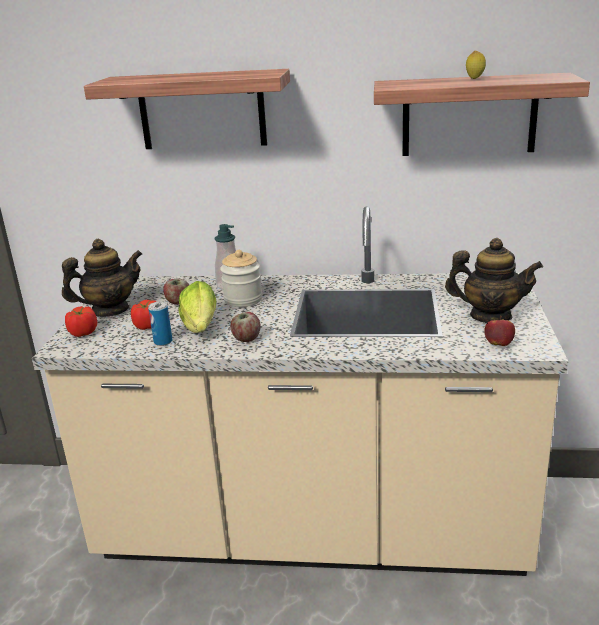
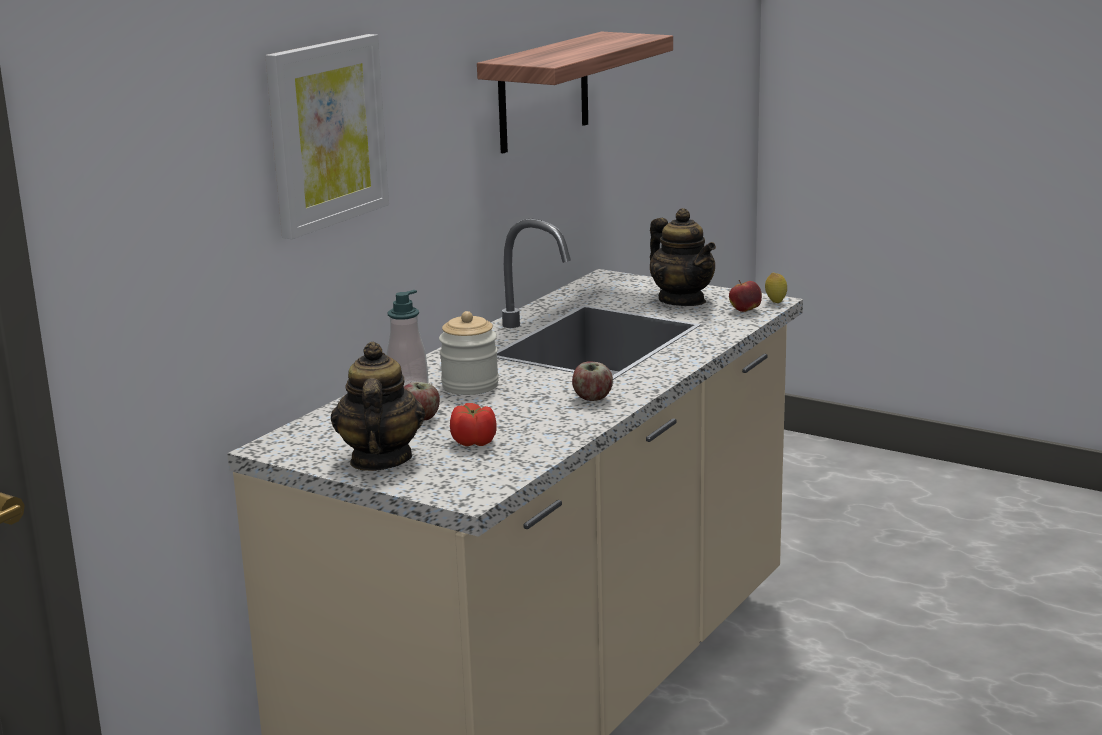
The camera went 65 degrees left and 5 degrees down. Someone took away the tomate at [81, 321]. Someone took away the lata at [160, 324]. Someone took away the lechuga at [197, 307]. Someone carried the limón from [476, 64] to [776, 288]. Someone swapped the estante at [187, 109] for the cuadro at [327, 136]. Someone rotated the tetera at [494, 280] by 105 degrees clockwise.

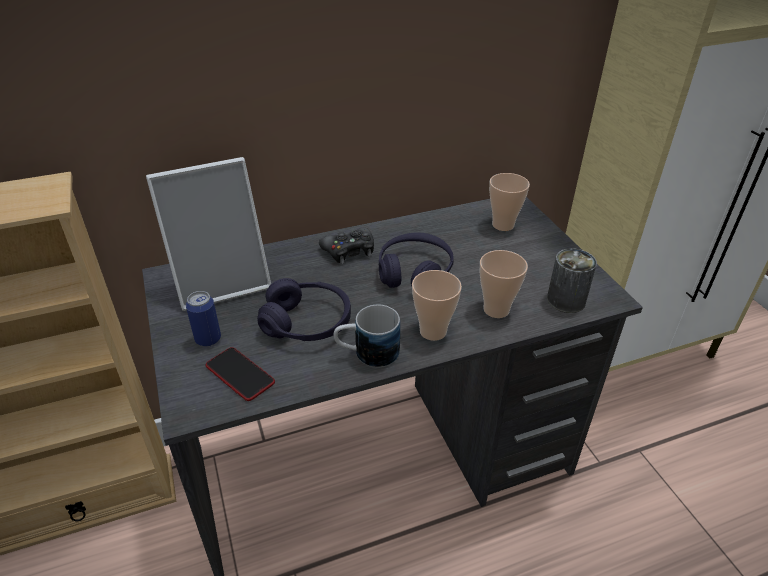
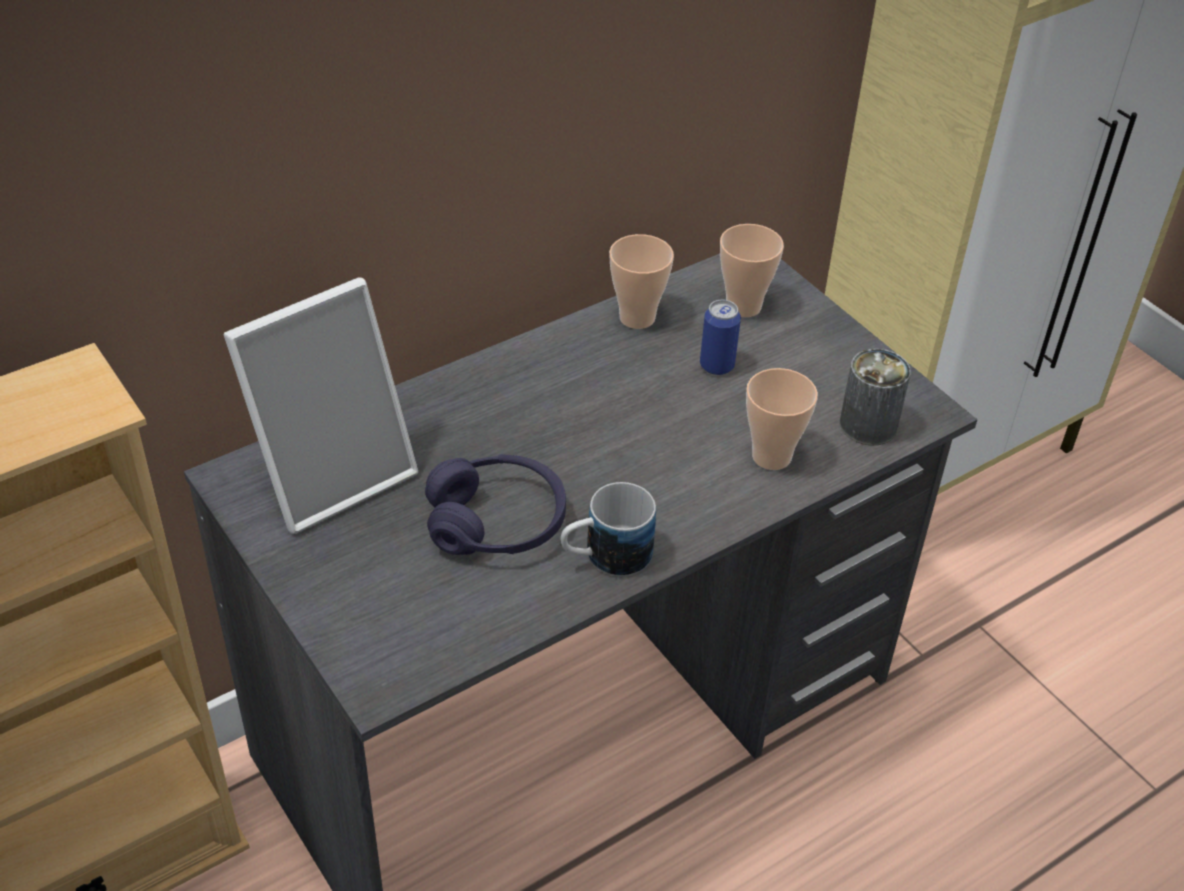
The camera went 15 degrees left and 5 degrees up. Someone took away the móvil at [240, 374]. Someone took away the mando de consola [negro] at [346, 246]. Someone took away the auriculares [morado] at [416, 260]. Someone carried the lata from [203, 319] to [720, 337]. Someone carried the taza from [437, 305] to [641, 281].

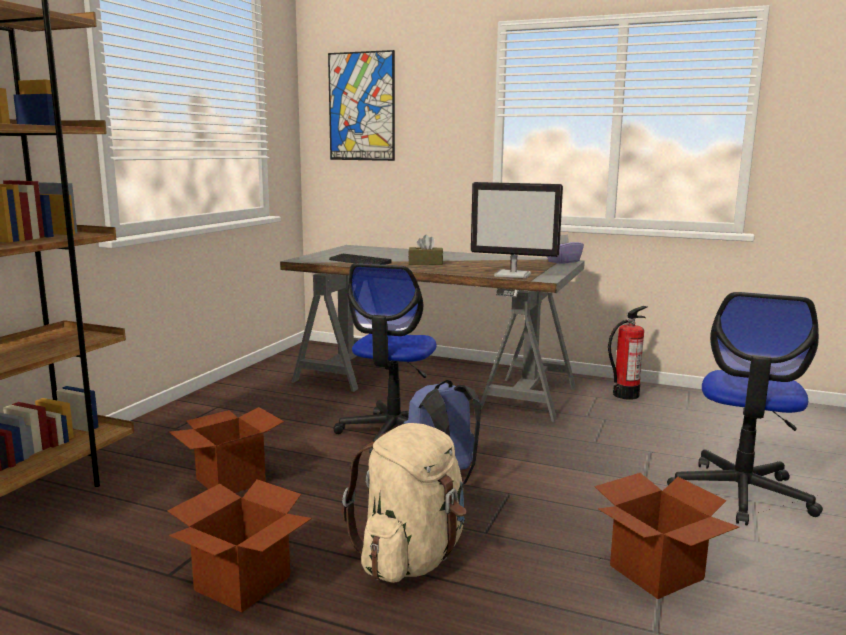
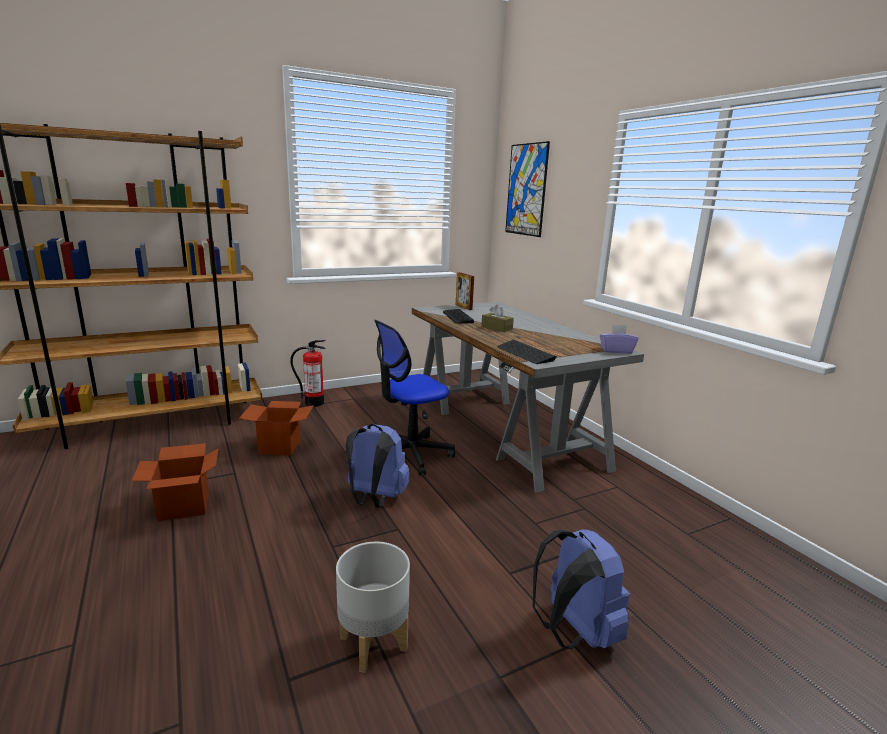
The camera went 40 degrees right and 5 degrees up. Someone took away the mochila [beis] at [404, 503]. Someone put down the portarretratos at [465, 291]. Someone carried the extintor from [627, 353] to [308, 373]. Someone swapped the monitor at [517, 230] for the teclado at [526, 351]. Someone swapped the caja de cartón at [666, 536] for the maceta [gris] at [373, 607]. Someone swapped the silla de oficina at [745, 408] for the mochila [azul] at [581, 589].

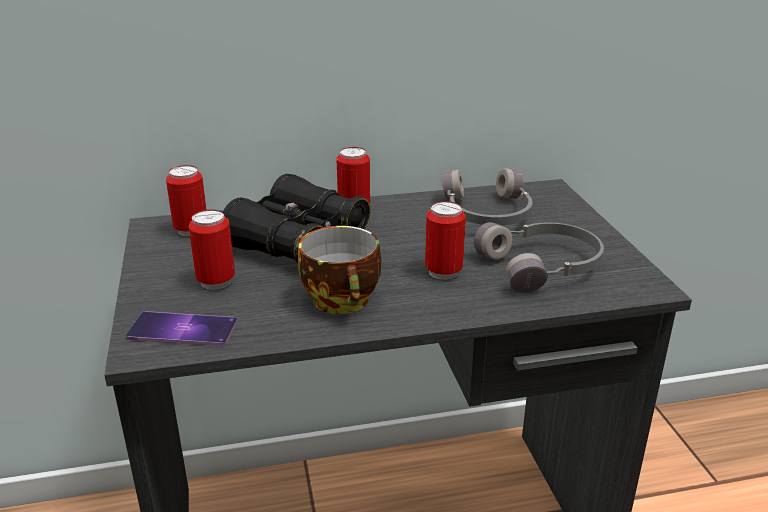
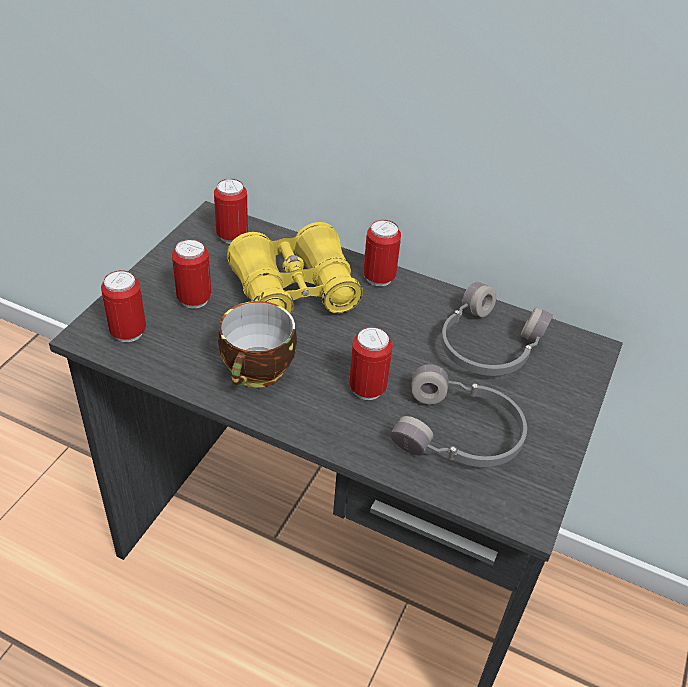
The camera went 35 degrees right and 15 degrees up. Someone swapped the móvil at [182, 328] for the lata at [123, 306]. Someone repainted the prismáticos [negro] at [297, 219], which became the prismáticos [amarillo] at [295, 268].

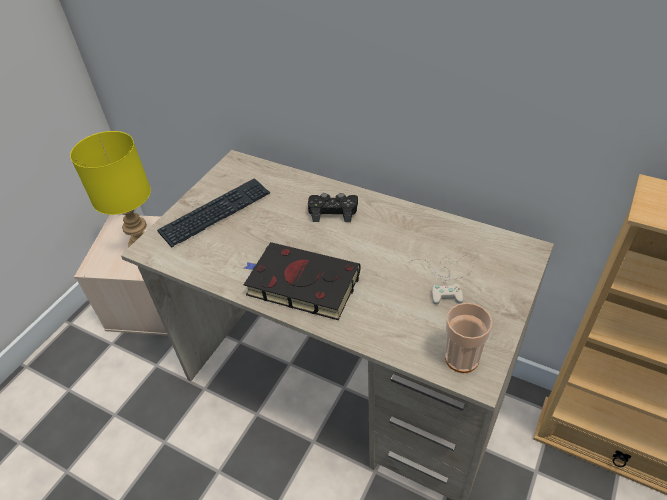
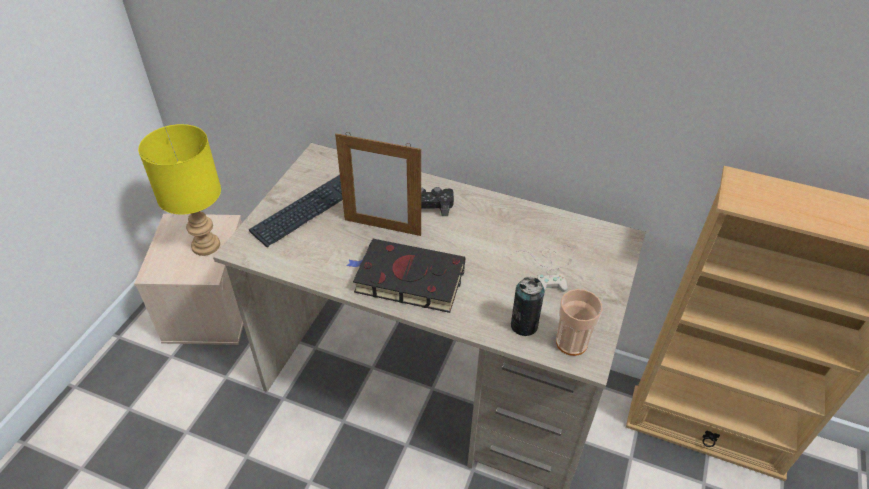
The camera went 10 degrees left and 0 degrees up. Someone put down the portarretratos at [378, 184]. Someone put down the lata at [528, 306].

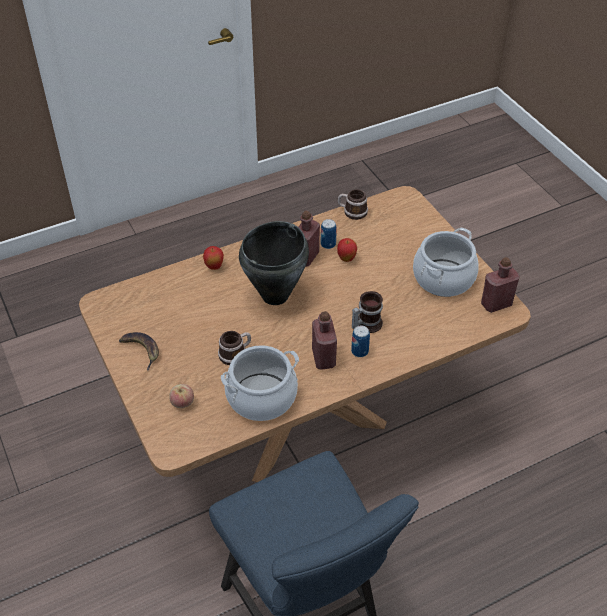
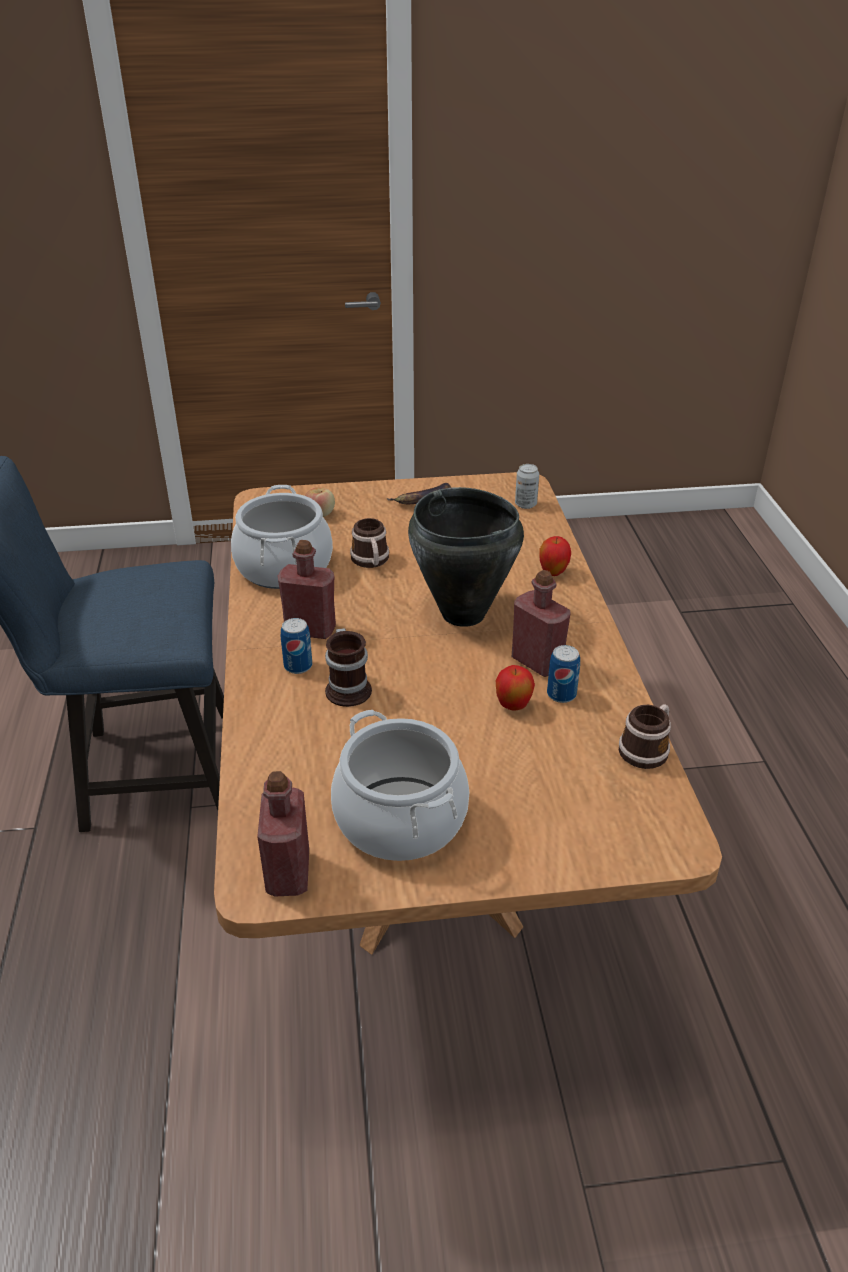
The camera went 110 degrees right and 10 degrees down. Someone put down the lata at [527, 486].

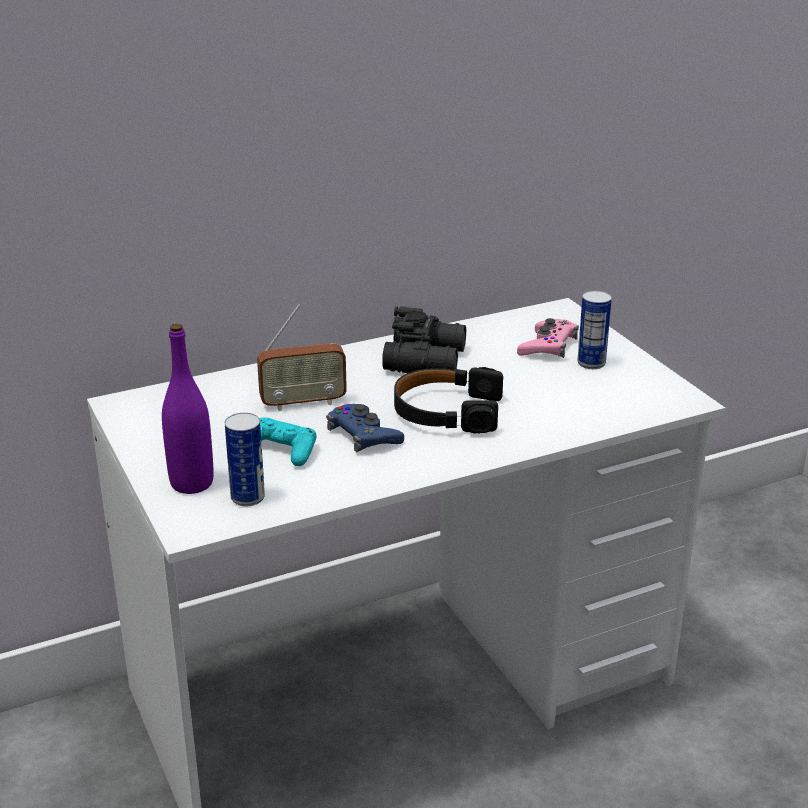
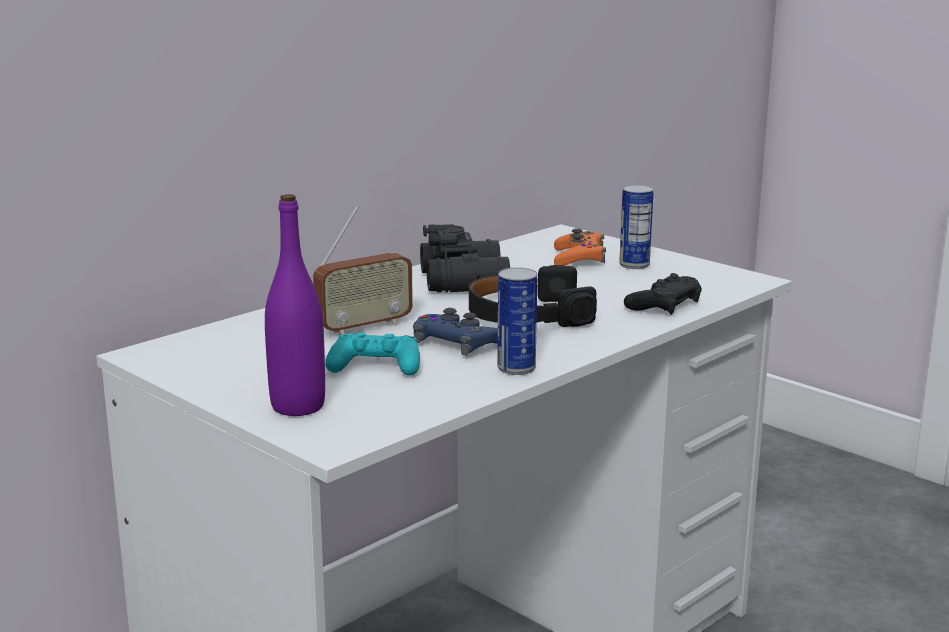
The camera went 20 degrees left and 10 degrees down. Someone put down the mando de consola [negro] at [663, 294]. Someone carried the lata from [245, 459] to [517, 321]. Someone repainted the mando de consola [rosa] at [548, 338], which became the mando de consola [naranja] at [580, 247].

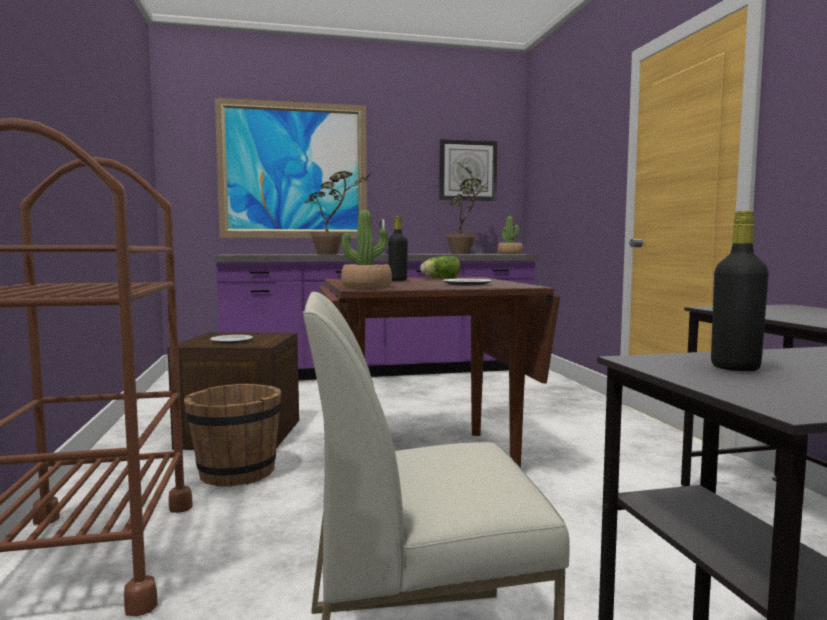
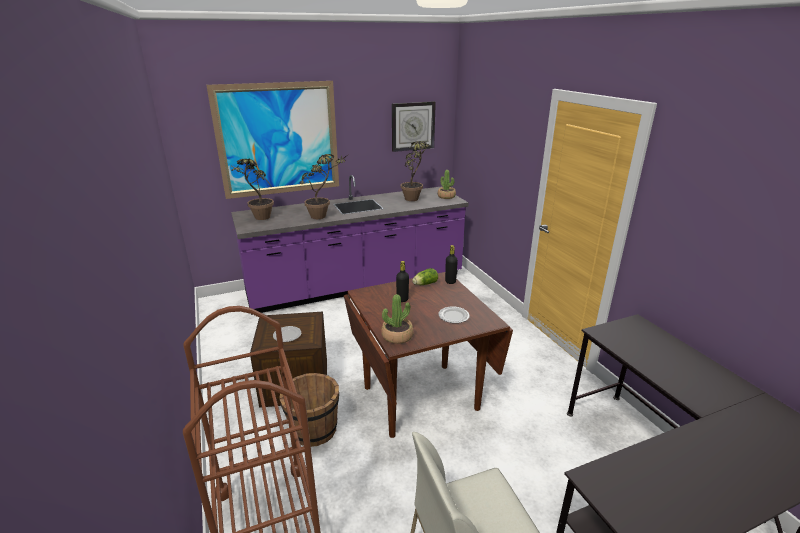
The camera went 10 degrees left and 20 degrees up. Someone put down the planta en maceta at [252, 189]. Someone carried the botella [negro] from [740, 291] to [451, 264].

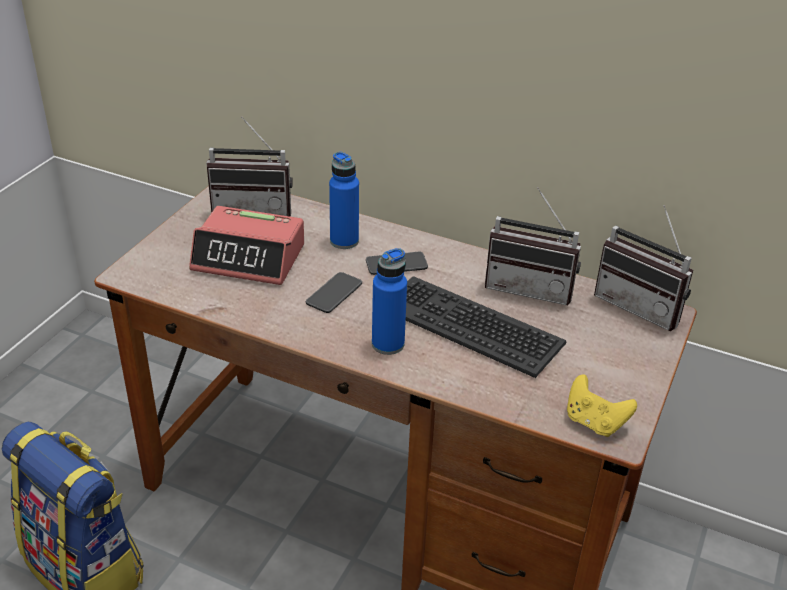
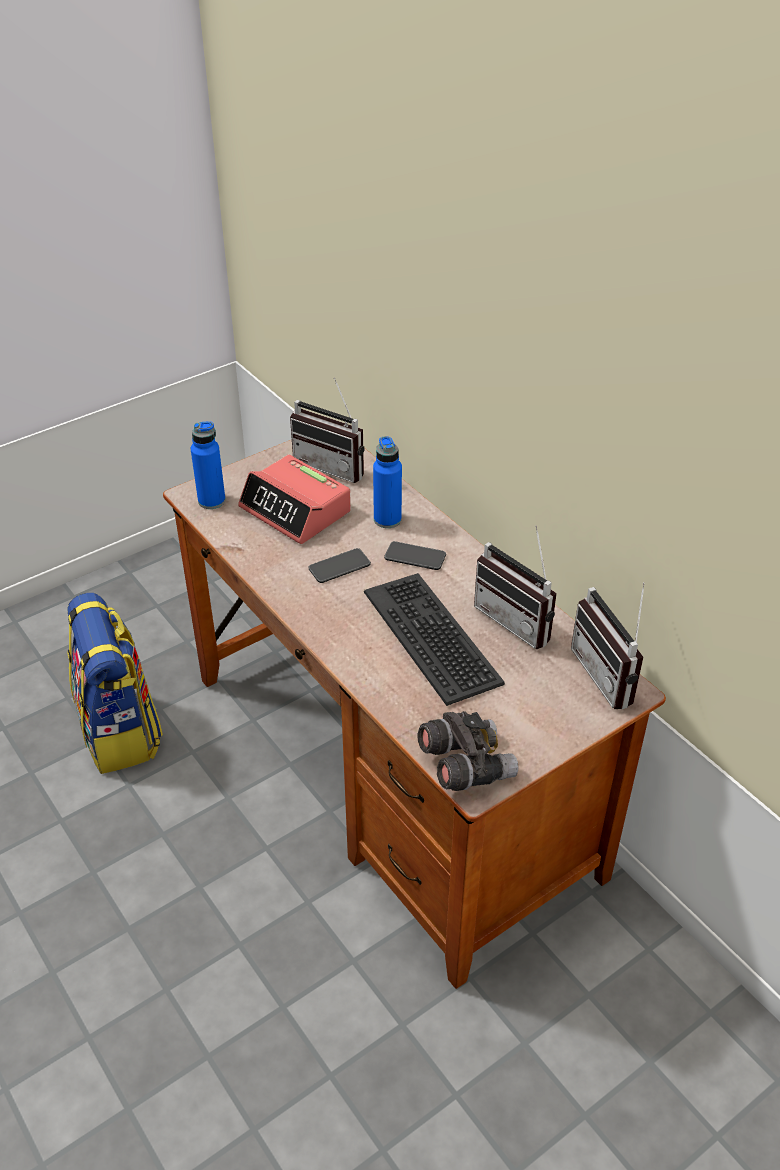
The camera went 30 degrees right and 5 degrees up. Someone carried the botella [azul] from [389, 301] to [208, 465]. Someone swapped the mando de consola [amarillo] at [602, 405] for the prismáticos [gris] at [468, 751].

